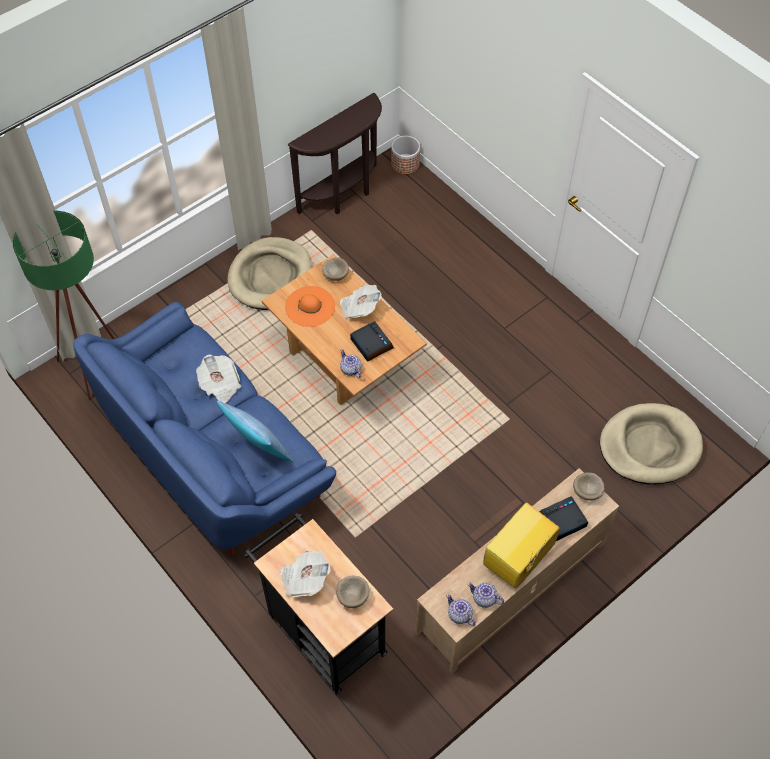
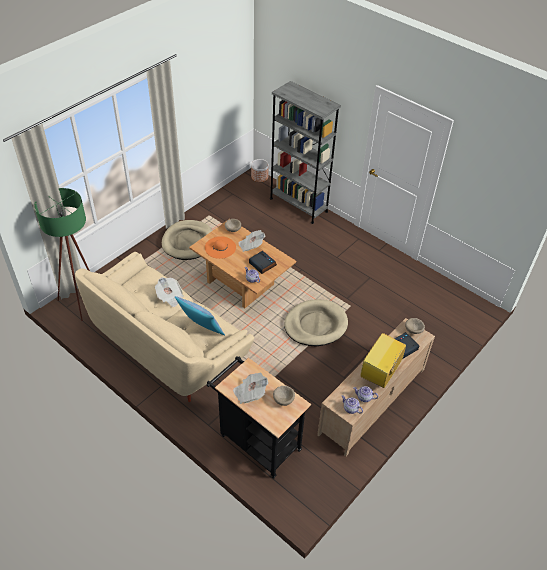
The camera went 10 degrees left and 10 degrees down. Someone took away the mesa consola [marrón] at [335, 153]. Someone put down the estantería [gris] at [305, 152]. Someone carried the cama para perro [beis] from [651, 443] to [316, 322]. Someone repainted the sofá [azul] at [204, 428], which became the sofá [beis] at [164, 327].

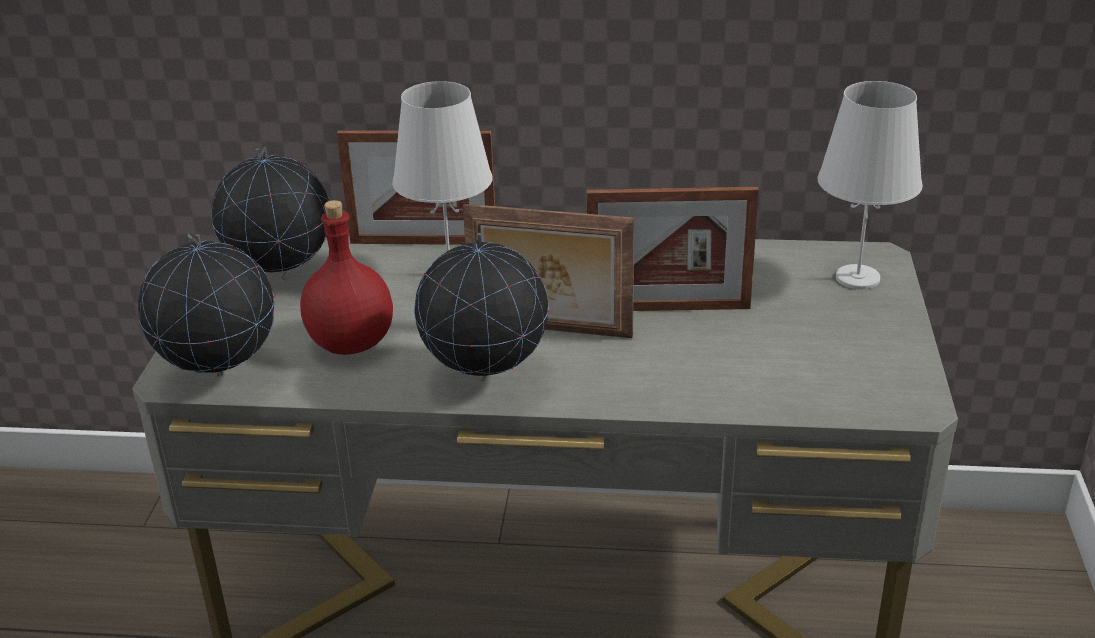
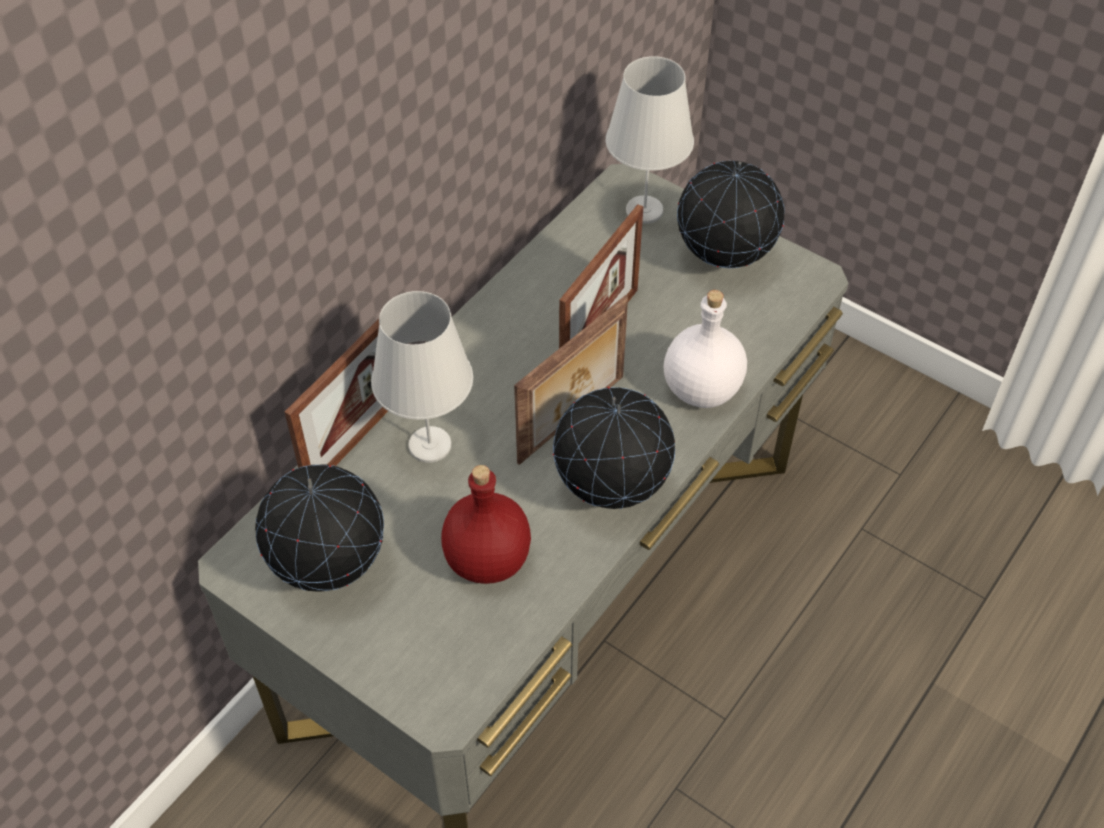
The camera went 60 degrees left and 20 degrees up. Someone put down the botella [blanco] at [705, 349]. Someone carried the globo terráqueo from [206, 305] to [731, 214].

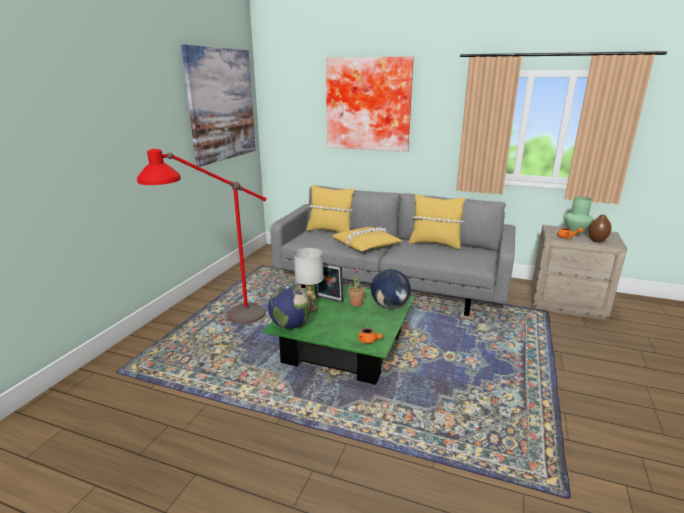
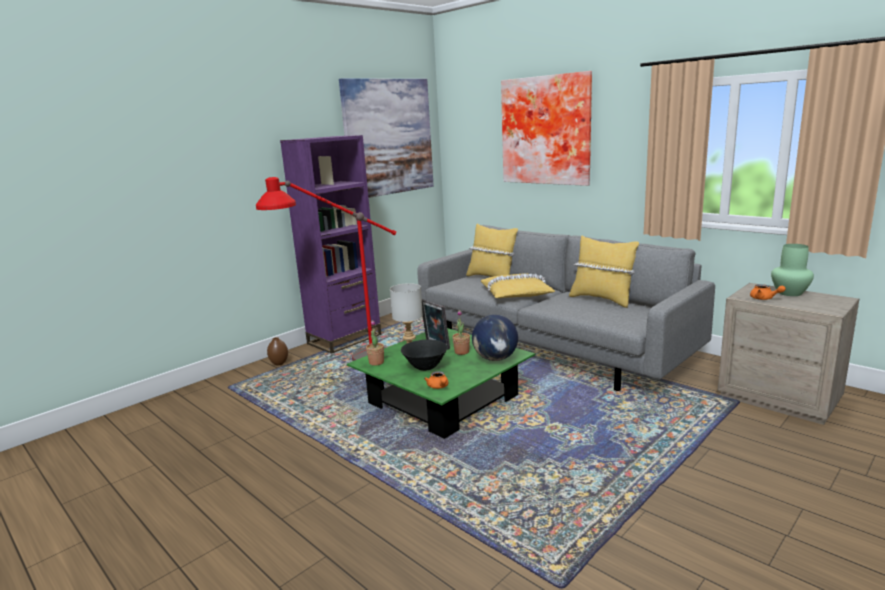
The camera went 25 degrees right and 5 degrees down. Someone put down the estantería [morado] at [330, 244]. Someone put down the cuenco [negro] at [424, 355]. Someone carried the florero [marrón] from [599, 228] to [277, 351]. Someone swapped the globo terráqueo at [289, 307] for the planta en maceta at [375, 343].

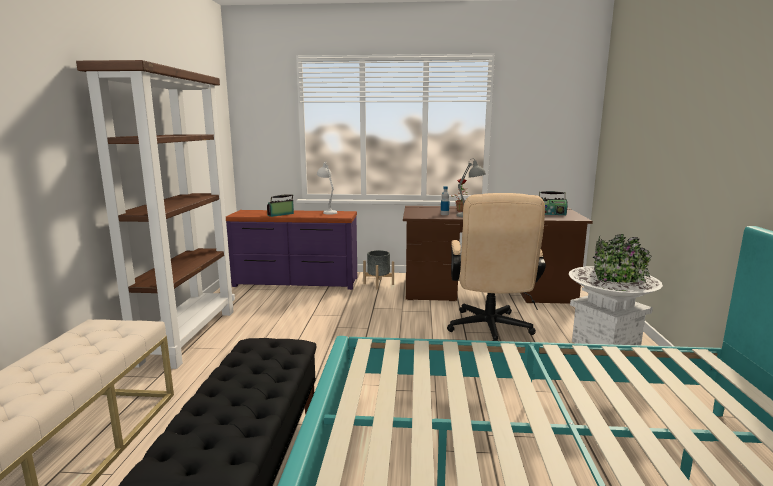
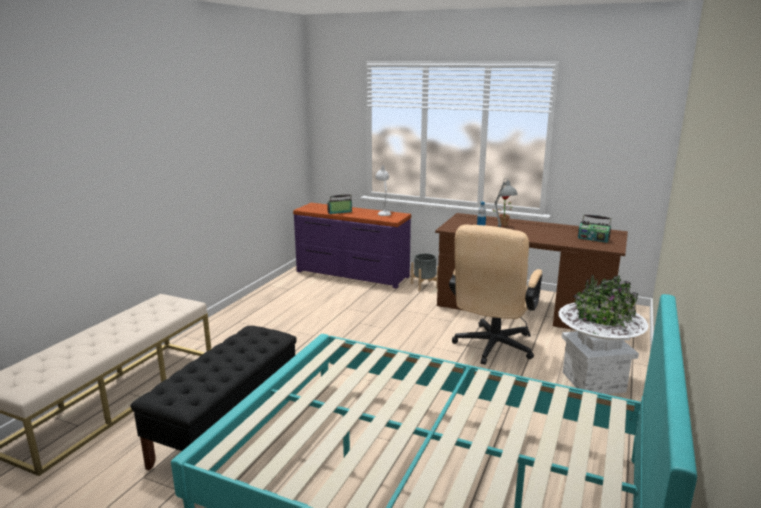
The camera went 20 degrees right and 5 degrees up. Someone took away the estantería [marrón] at [155, 214].

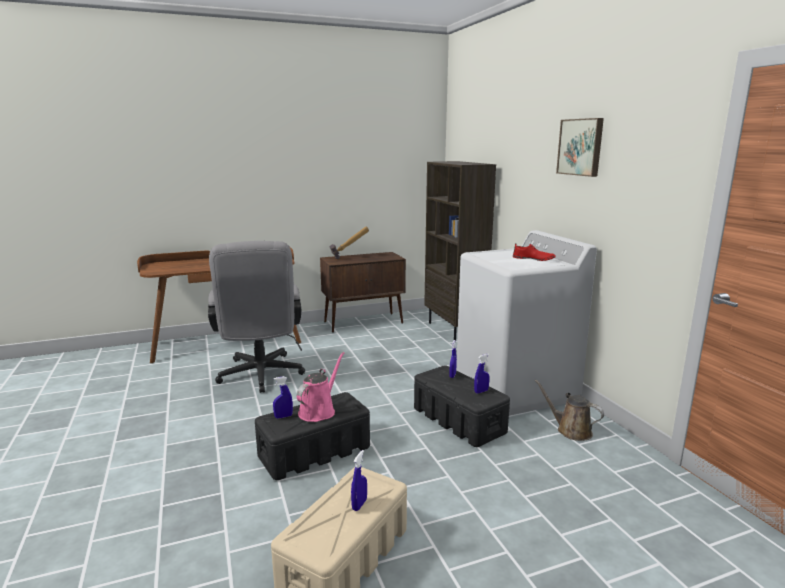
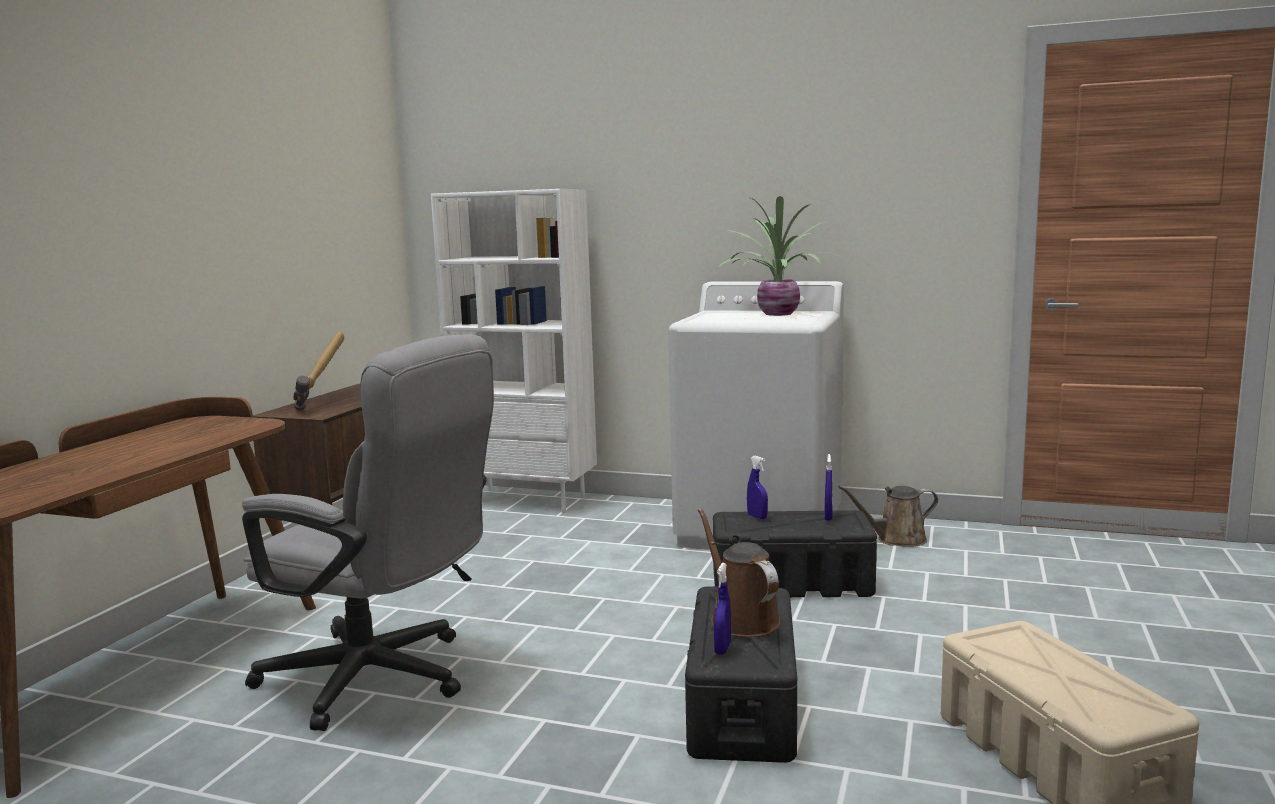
The camera went 50 degrees left and 5 degrees down. Someone took away the pulverizador [azul] at [359, 480]. Someone took away the cuadro at [580, 147]. Someone swapped the zapato [rojo] at [534, 252] for the planta en maceta at [780, 256]. Someone repainted the regadera [rosa] at [320, 387], which became the regadera [marrón] at [739, 572]. Someone repainted the estantería [marrón] at [460, 250], which became the estantería [blanco] at [514, 351].

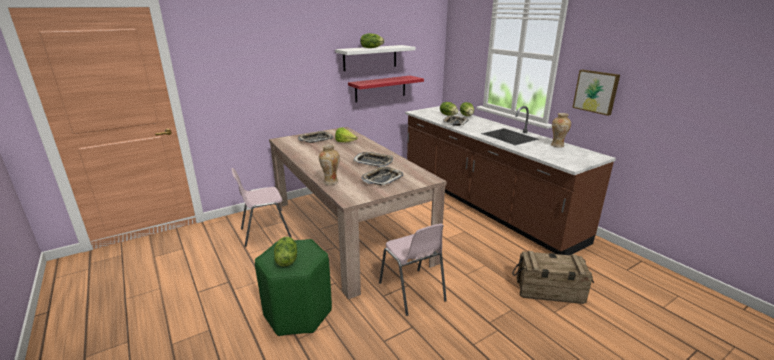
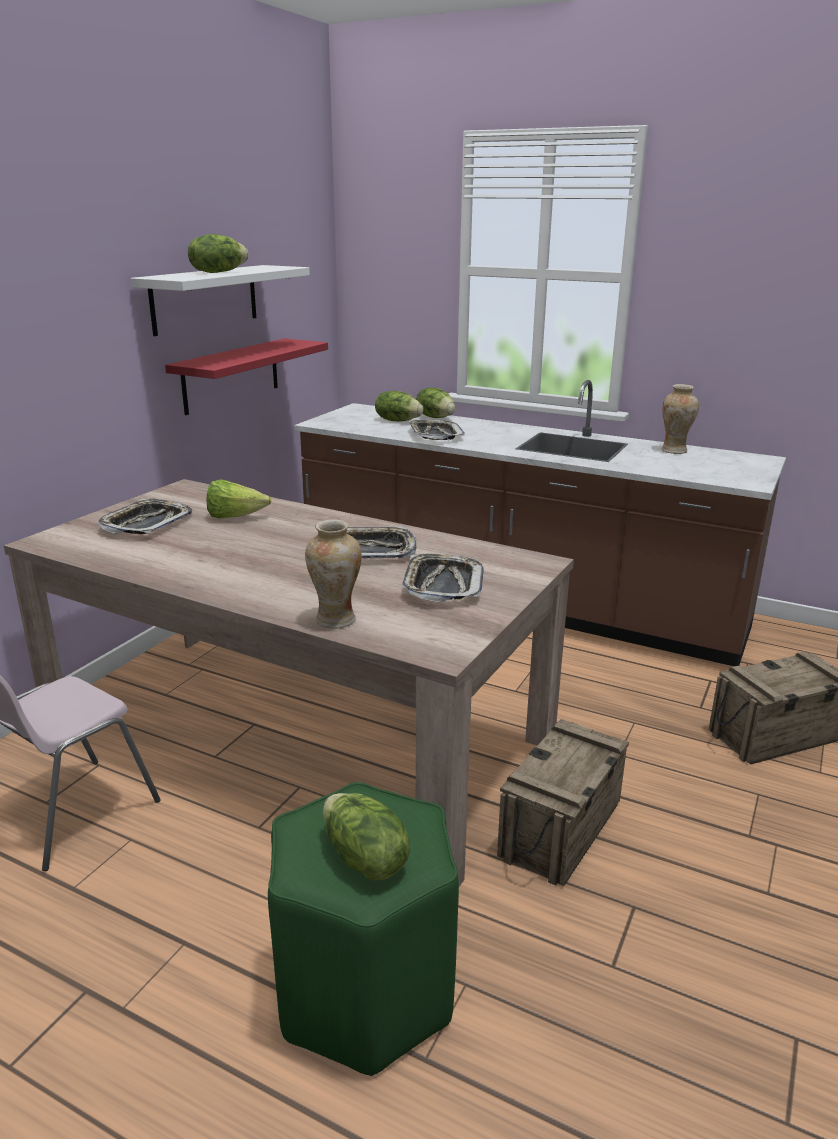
The camera went 30 degrees left and 0 degrees up. Someone took away the cuadro at [596, 93]. Someone swapped the silla [rosa] at [413, 270] for the caja de embalaje at [563, 802].

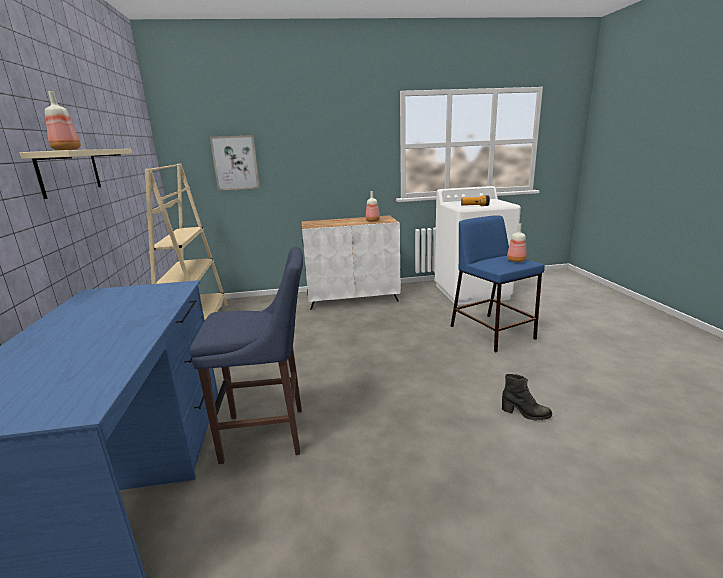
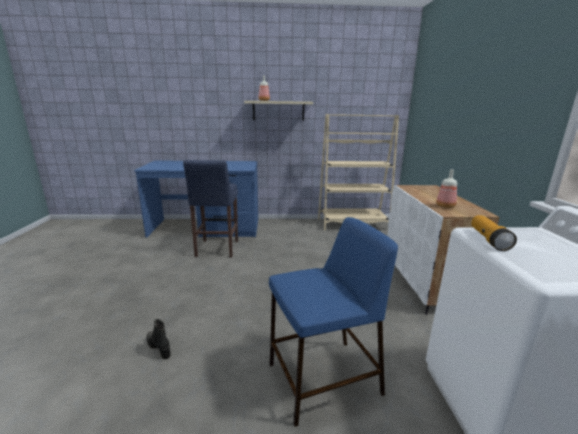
The camera went 95 degrees right and 0 degrees up. Someone took away the cuadro at [235, 163]. Someone took away the botella at [517, 242]. Someone rotated the bota [negro] at [527, 397] by 105 degrees clockwise.

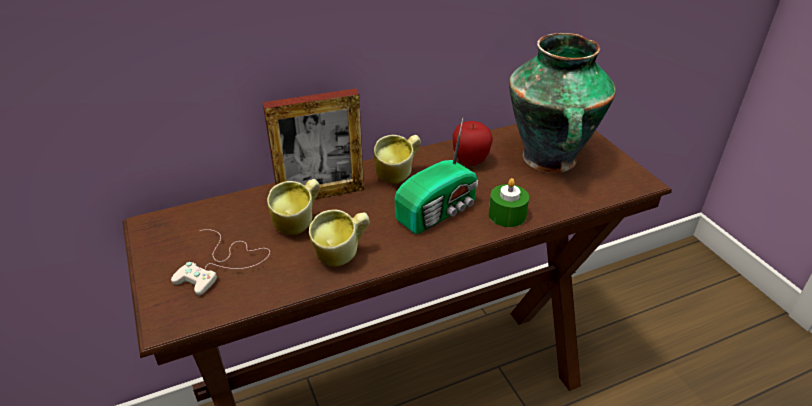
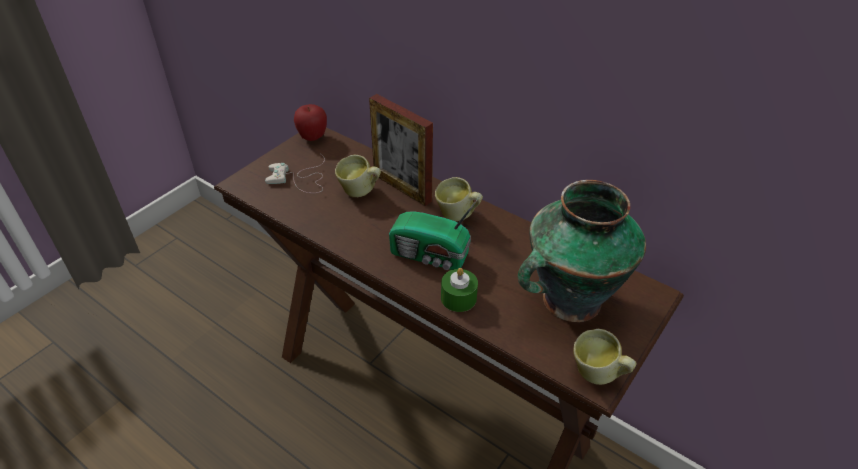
The camera went 60 degrees right and 5 degrees up. Someone carried the taza grande from [339, 238] to [605, 357]. Someone carried the manzana from [472, 143] to [310, 122].

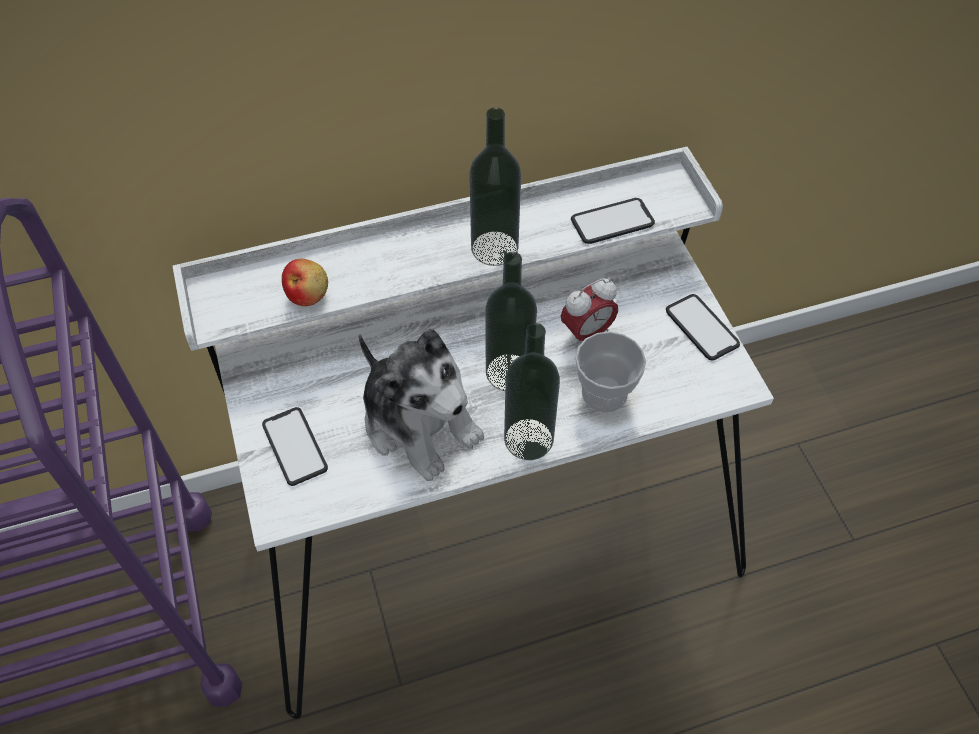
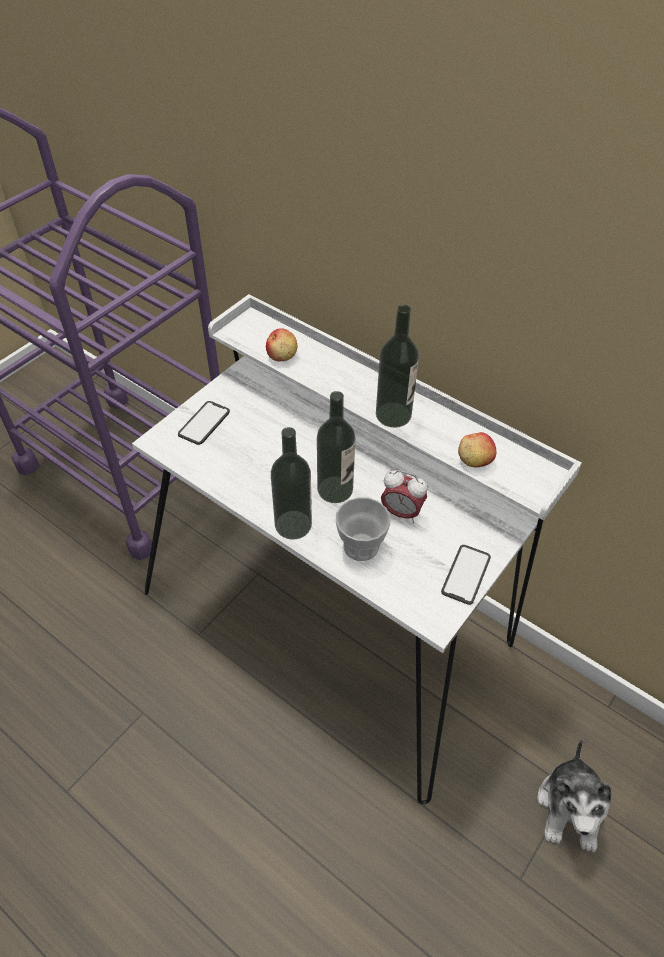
The camera went 55 degrees right and 5 degrees down. Someone carried the peluche from [421, 405] to [574, 796]. Someone swapped the móvil at [613, 221] for the manzana at [477, 449].

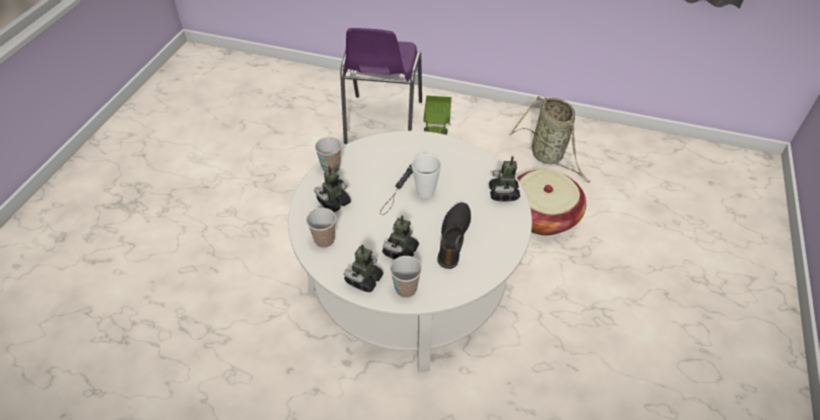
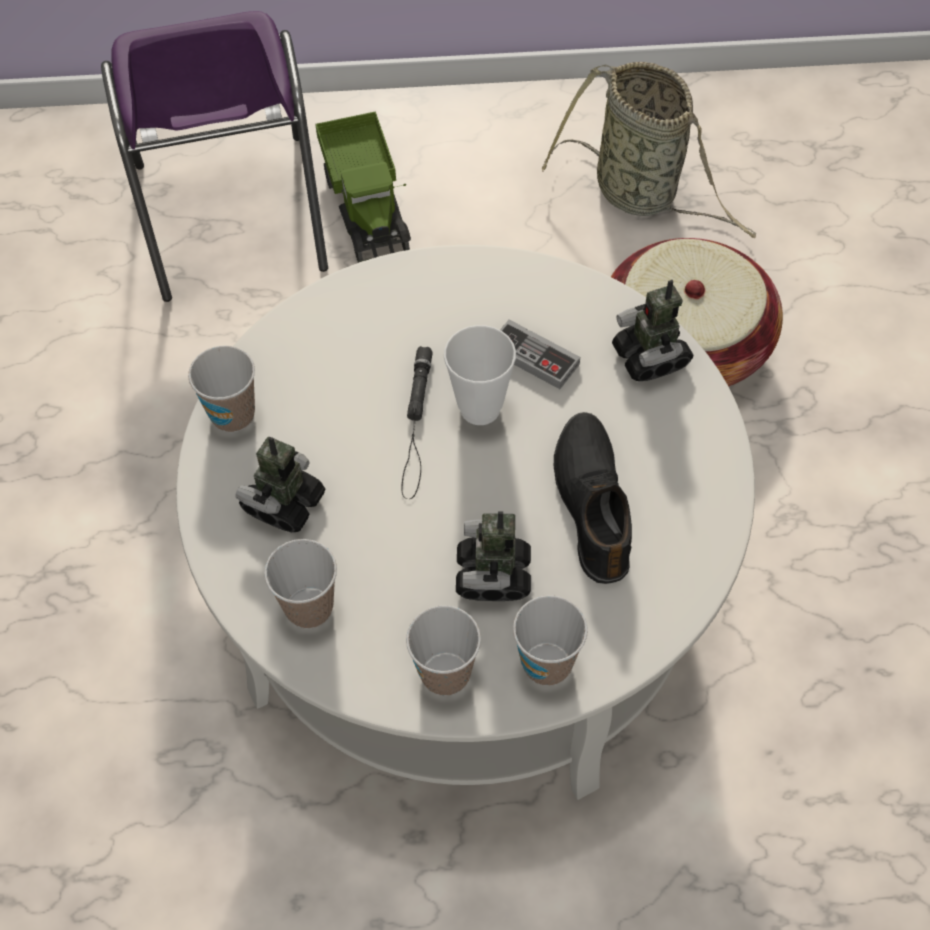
The camera went 20 degrees left and 10 degrees up. Someone put down the mando de consola at [540, 354]. Someone swapped the robot de juguete at [364, 268] for the taza at [443, 650].

